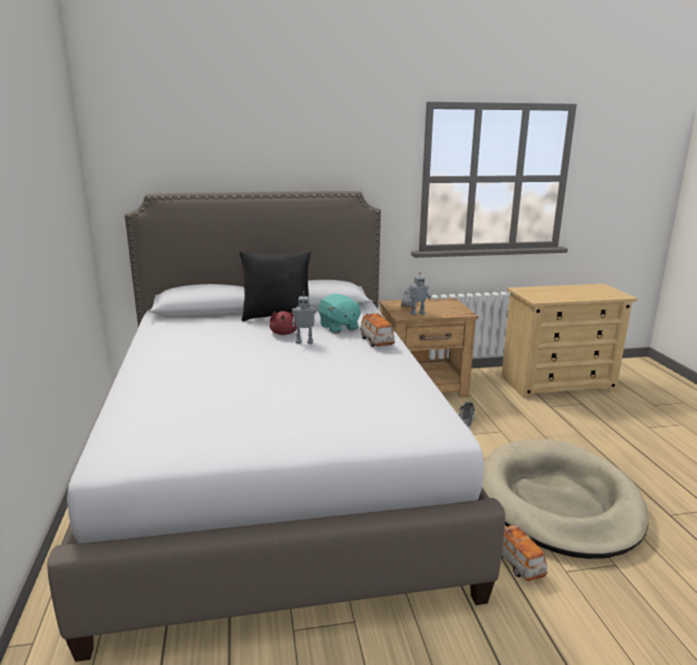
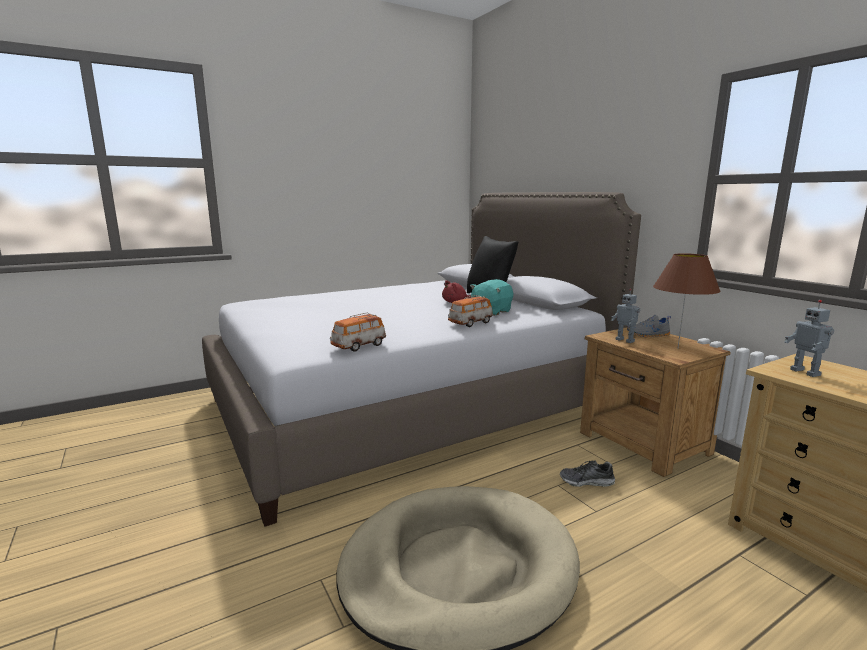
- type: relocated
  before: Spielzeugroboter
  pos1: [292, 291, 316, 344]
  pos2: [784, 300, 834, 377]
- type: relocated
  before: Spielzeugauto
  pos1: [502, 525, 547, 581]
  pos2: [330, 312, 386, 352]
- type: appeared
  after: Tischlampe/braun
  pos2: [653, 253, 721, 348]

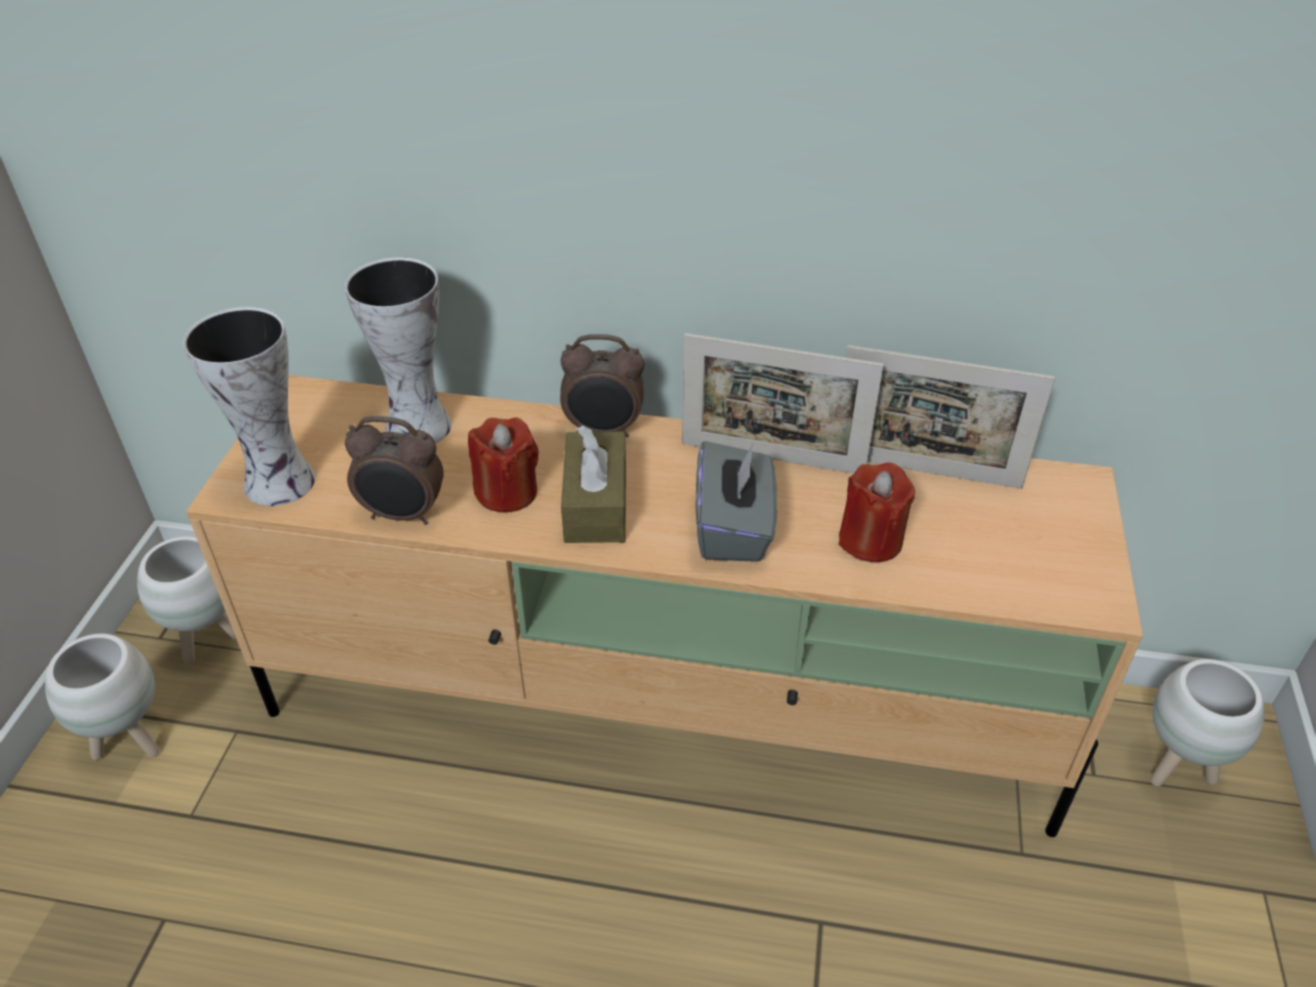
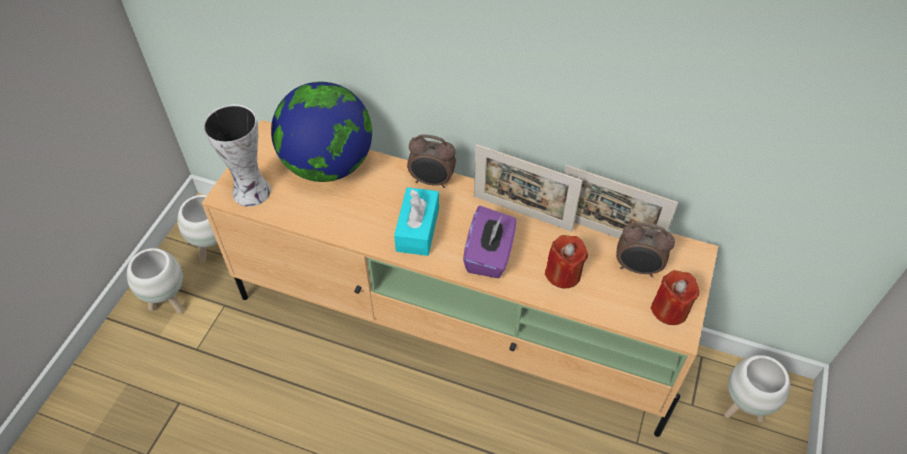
- type: exchanged
  before: Vase
  after: Globus
  pos1: [345, 257, 452, 443]
  pos2: [271, 82, 372, 182]
- type: relocated
  before: Wecker
  pos1: [345, 416, 444, 525]
  pos2: [616, 222, 675, 277]
- type: relocated
  before: Kerze/rot
  pos1: [468, 417, 539, 513]
  pos2: [650, 270, 699, 325]
- type: colour
  before: Taschentuchbox/braun
  after: Taschentuchbox/türkis
  pos1: [561, 425, 626, 543]
  pos2: [394, 187, 439, 256]
- type: colour
  before: Taschentuchbox/grau
  after: Taschentuchbox/lila
  pos1: [695, 441, 777, 562]
  pos2: [463, 206, 516, 278]

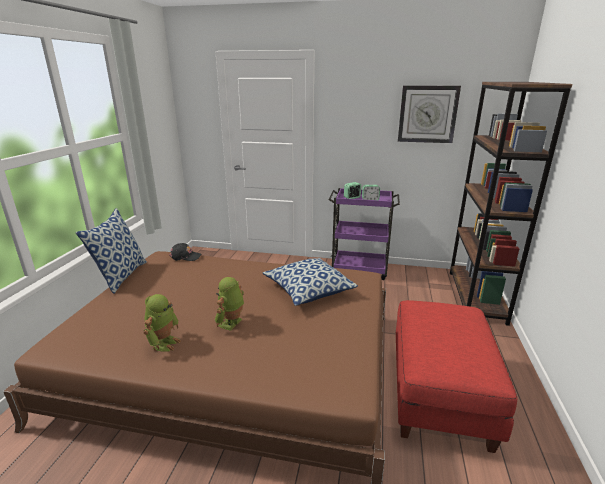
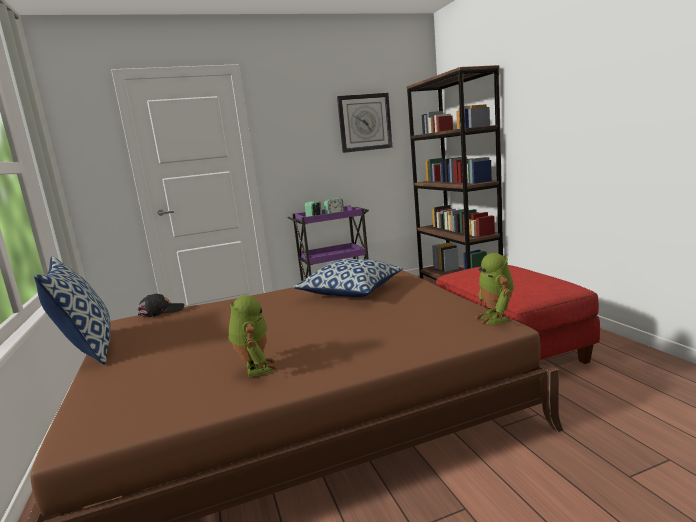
- type: relocated
  before: Spielzeugroboter
  pos1: [215, 277, 244, 331]
  pos2: [476, 253, 514, 324]

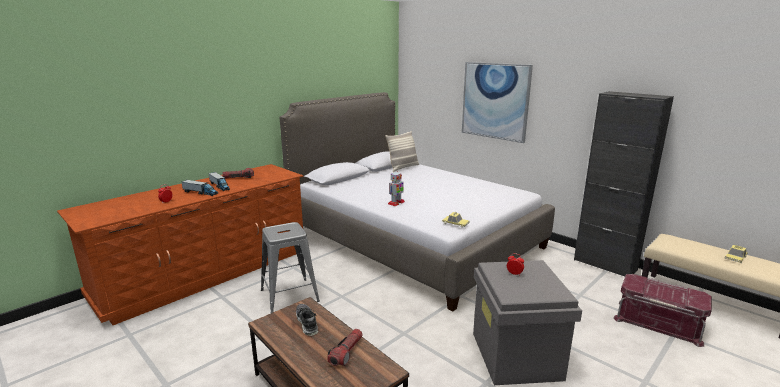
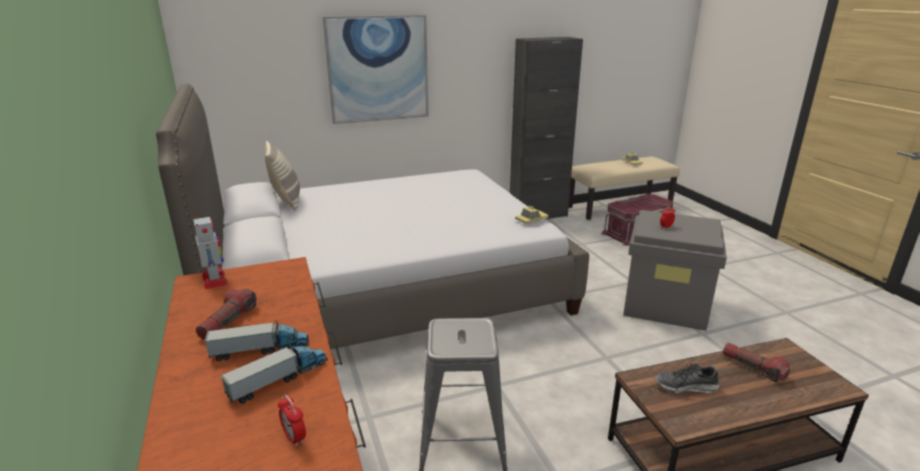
- type: relocated
  before: Spielzeugroboter
  pos1: [388, 171, 405, 206]
  pos2: [193, 216, 228, 289]

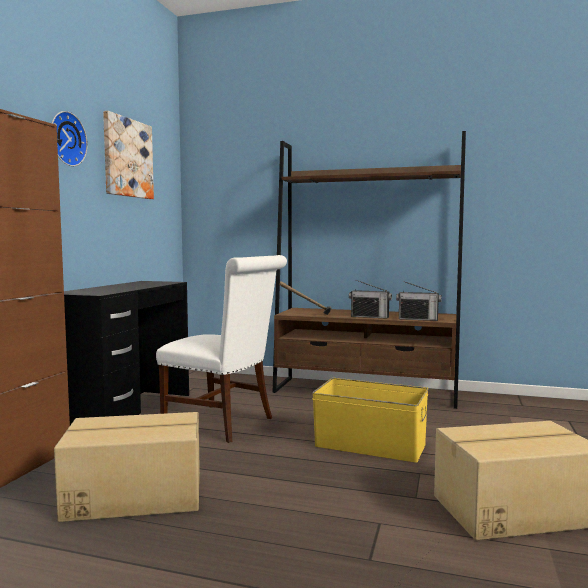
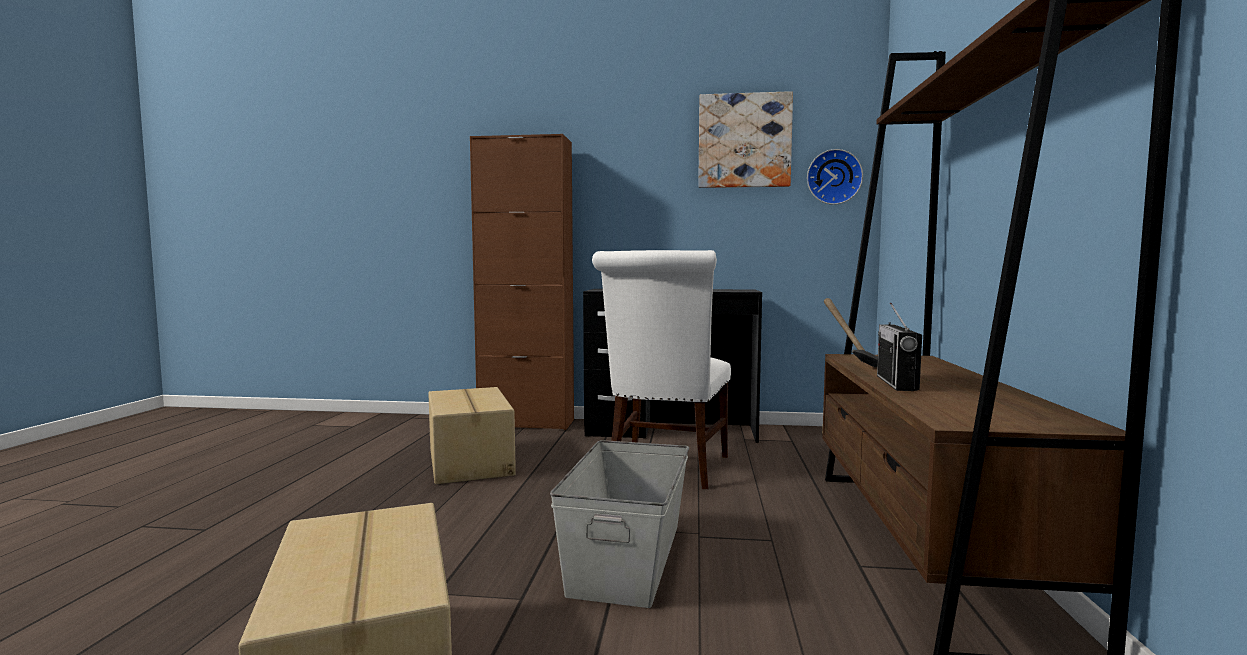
- type: relocated
  before: Wanduhr
  pos1: [52, 111, 88, 166]
  pos2: [807, 149, 863, 205]
- type: colour
  before: Aufbewahrungsbox/gelb
  after: Aufbewahrungsbox/grau
  pos1: [312, 378, 428, 463]
  pos2: [550, 440, 689, 608]
- type: missing
  before: Radio
  pos1: [396, 281, 442, 321]

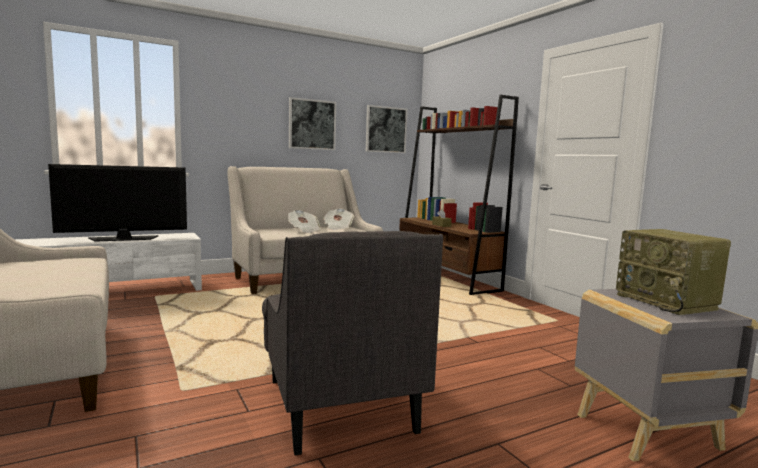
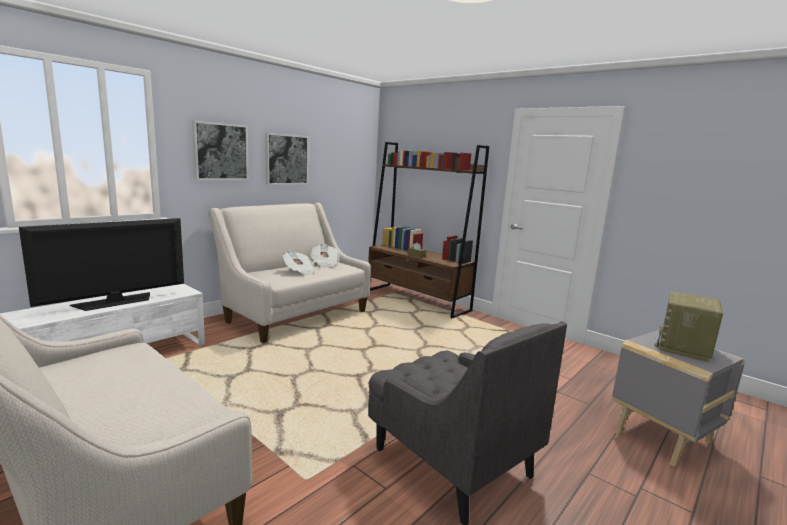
- type: relocated
  before: Bild
  pos1: [366, 105, 408, 153]
  pos2: [192, 120, 249, 180]
- type: spun
  before: Radio
  pos1: [616, 229, 731, 315]
  pos2: [654, 291, 723, 362]
  turn: 75

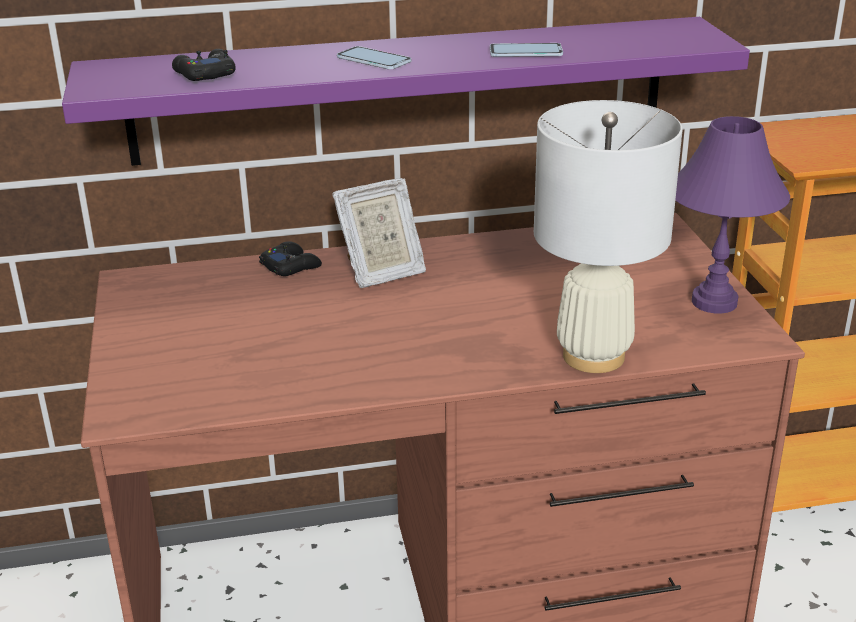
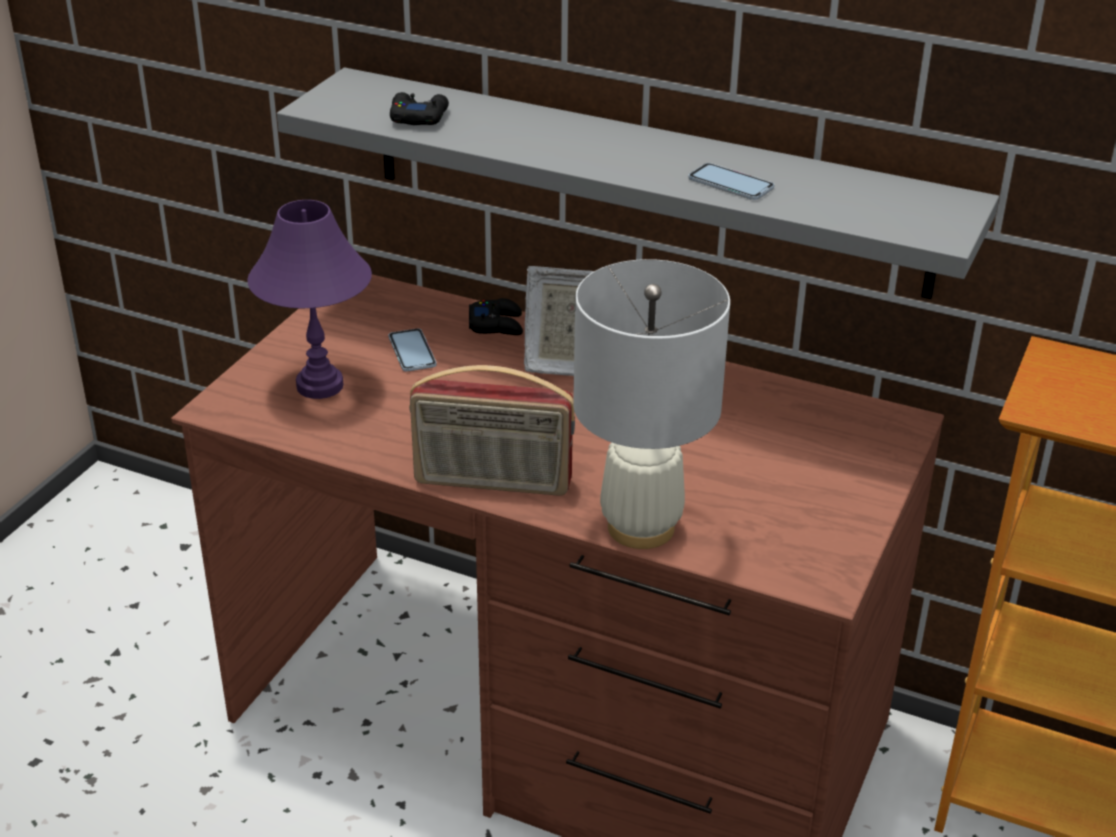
- type: colour
  before: Wandregal/lila
  after: Wandregal/grau
  pos1: [62, 17, 750, 166]
  pos2: [277, 68, 999, 299]
- type: relocated
  before: Handy
  pos1: [337, 46, 411, 69]
  pos2: [389, 329, 437, 372]
- type: relocated
  before: Tischlampe/lila
  pos1: [675, 116, 790, 313]
  pos2: [247, 200, 372, 399]
- type: appeared
  after: Radio
  pos2: [409, 365, 575, 496]

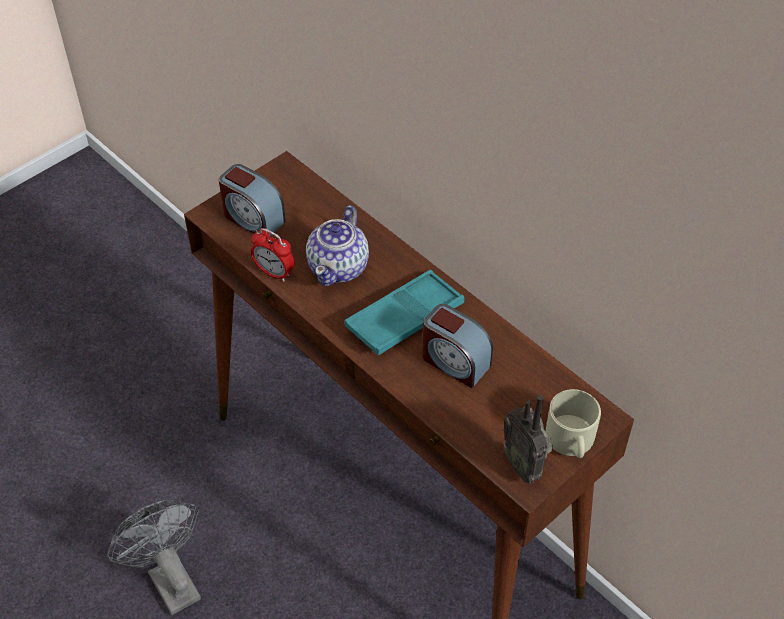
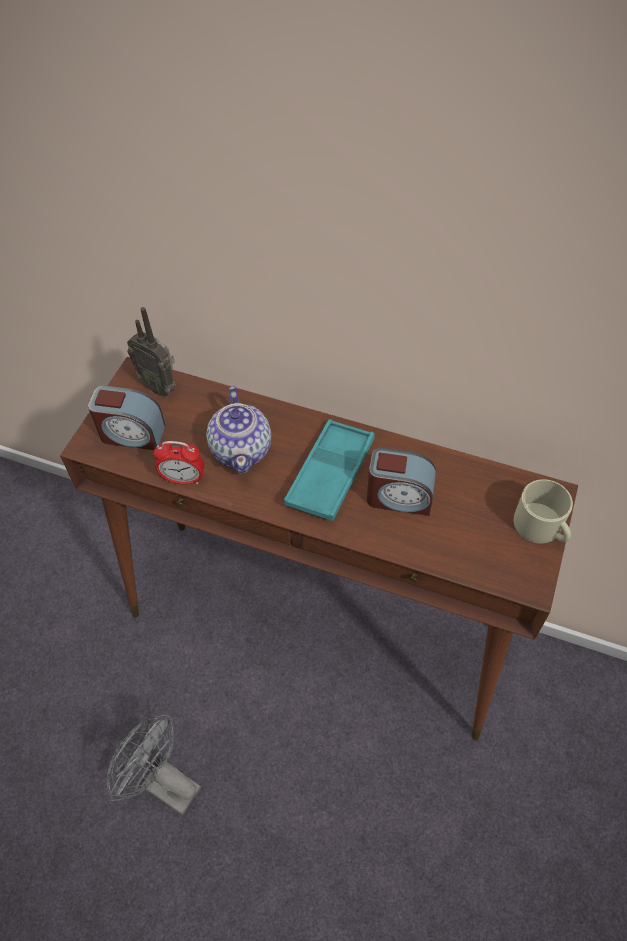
- type: relocated
  before: Radio
  pos1: [503, 395, 553, 484]
  pos2: [127, 307, 176, 397]

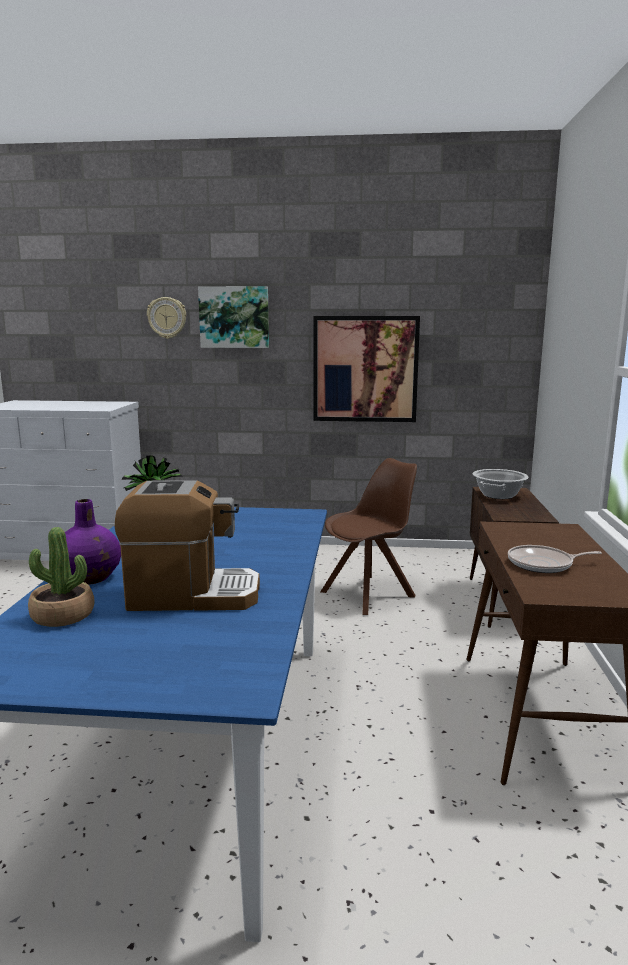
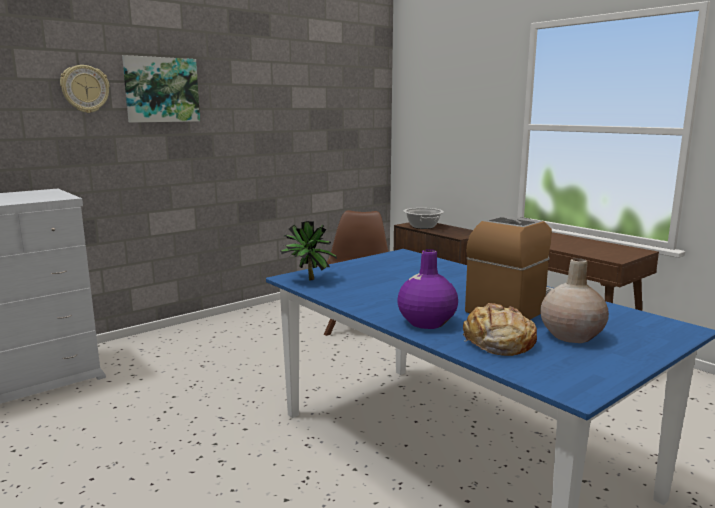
- type: exchanged
  before: Topfpflanze
  after: Brot
  pos1: [28, 527, 95, 627]
  pos2: [463, 303, 537, 356]
- type: missing
  before: Bild
  pos1: [313, 316, 420, 422]
- type: missing
  before: Pfanne
  pos1: [508, 545, 602, 573]
- type: appeared
  after: Vase/beige
  pos2: [540, 258, 609, 343]

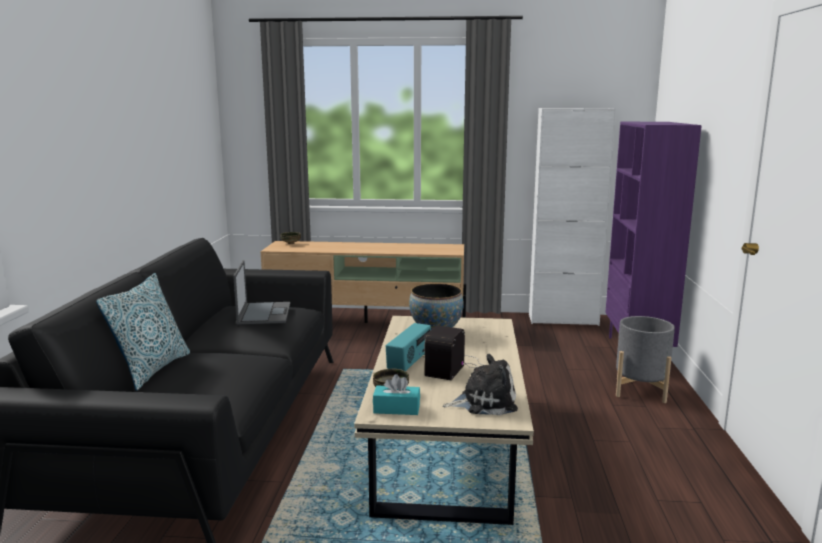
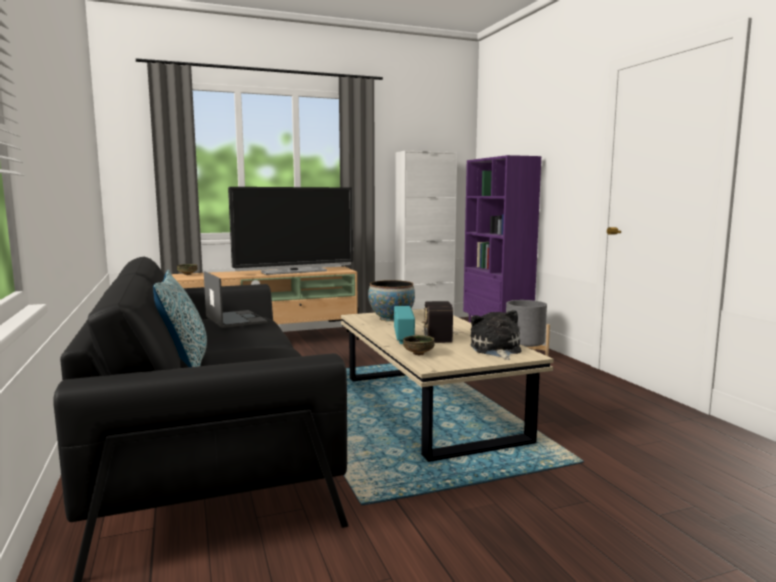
- type: missing
  before: Taschentuchbox/türkis
  pos1: [373, 374, 420, 415]
- type: spun
  before: Plüschtier
  pos1: [443, 354, 518, 416]
  pos2: [471, 310, 522, 360]
  turn: -60
- type: appeared
  after: Fernseher
  pos2: [228, 187, 353, 275]

